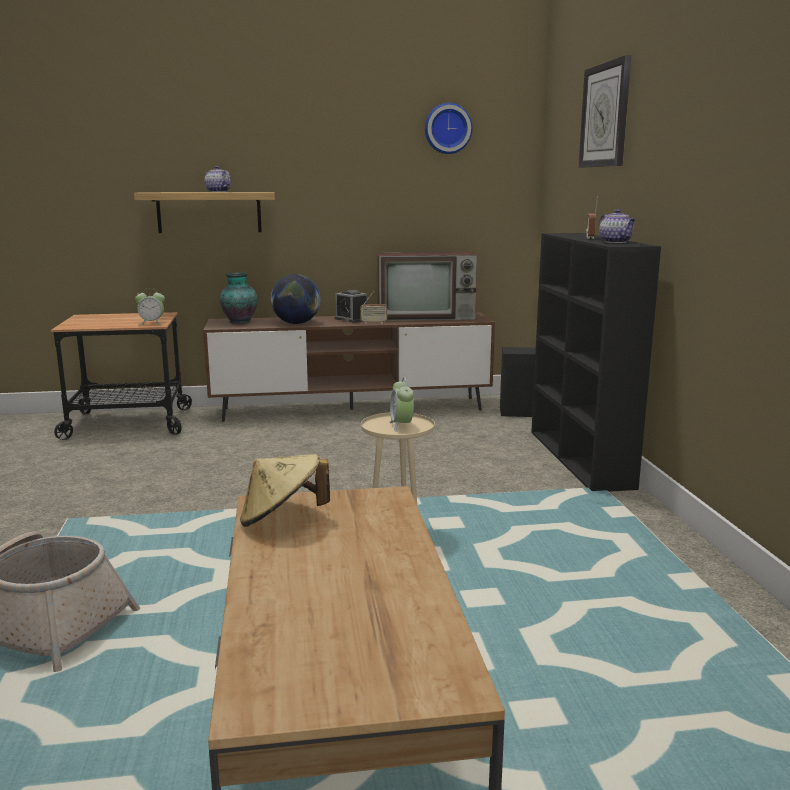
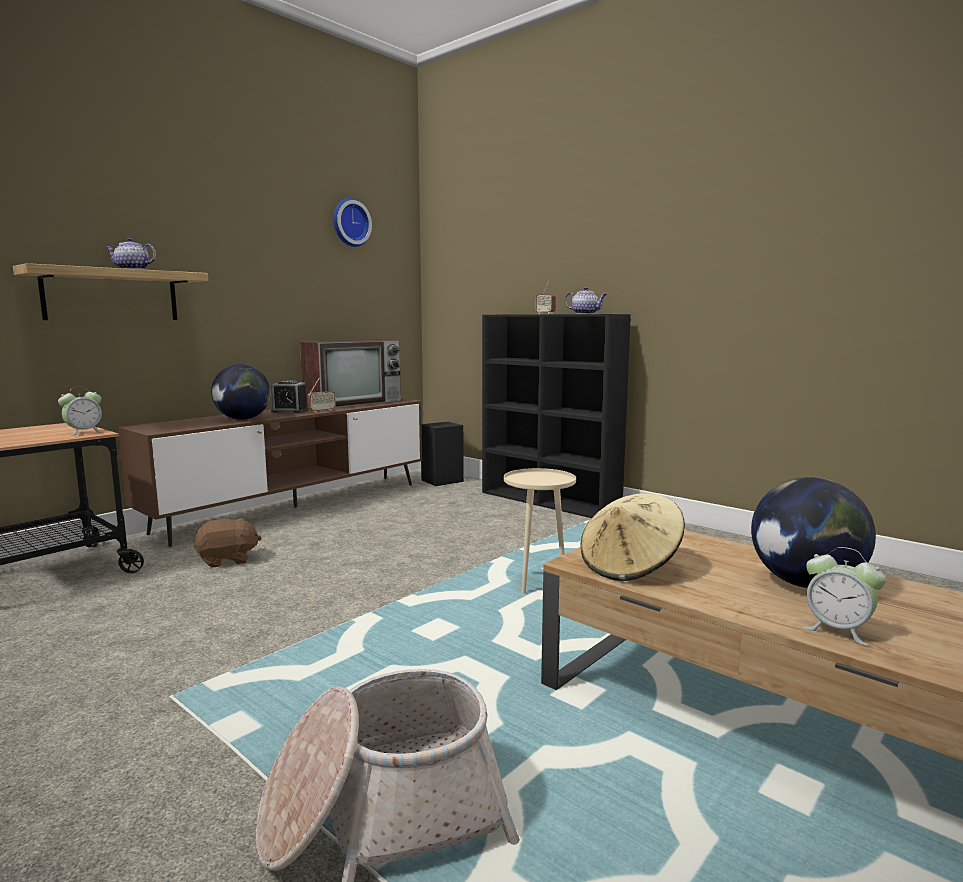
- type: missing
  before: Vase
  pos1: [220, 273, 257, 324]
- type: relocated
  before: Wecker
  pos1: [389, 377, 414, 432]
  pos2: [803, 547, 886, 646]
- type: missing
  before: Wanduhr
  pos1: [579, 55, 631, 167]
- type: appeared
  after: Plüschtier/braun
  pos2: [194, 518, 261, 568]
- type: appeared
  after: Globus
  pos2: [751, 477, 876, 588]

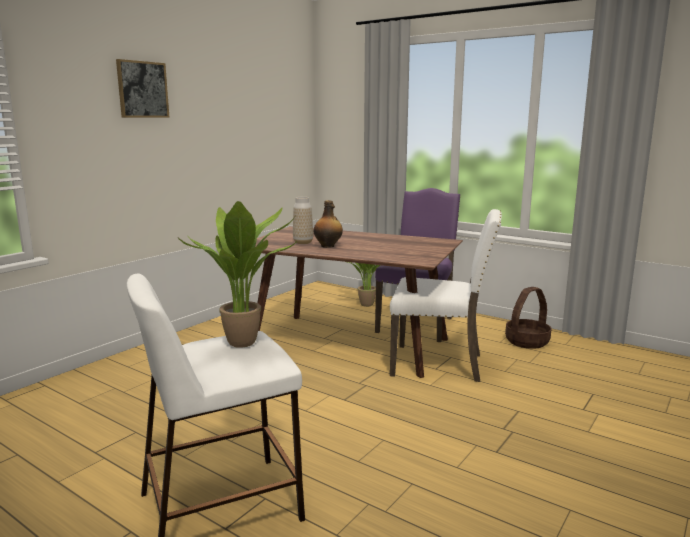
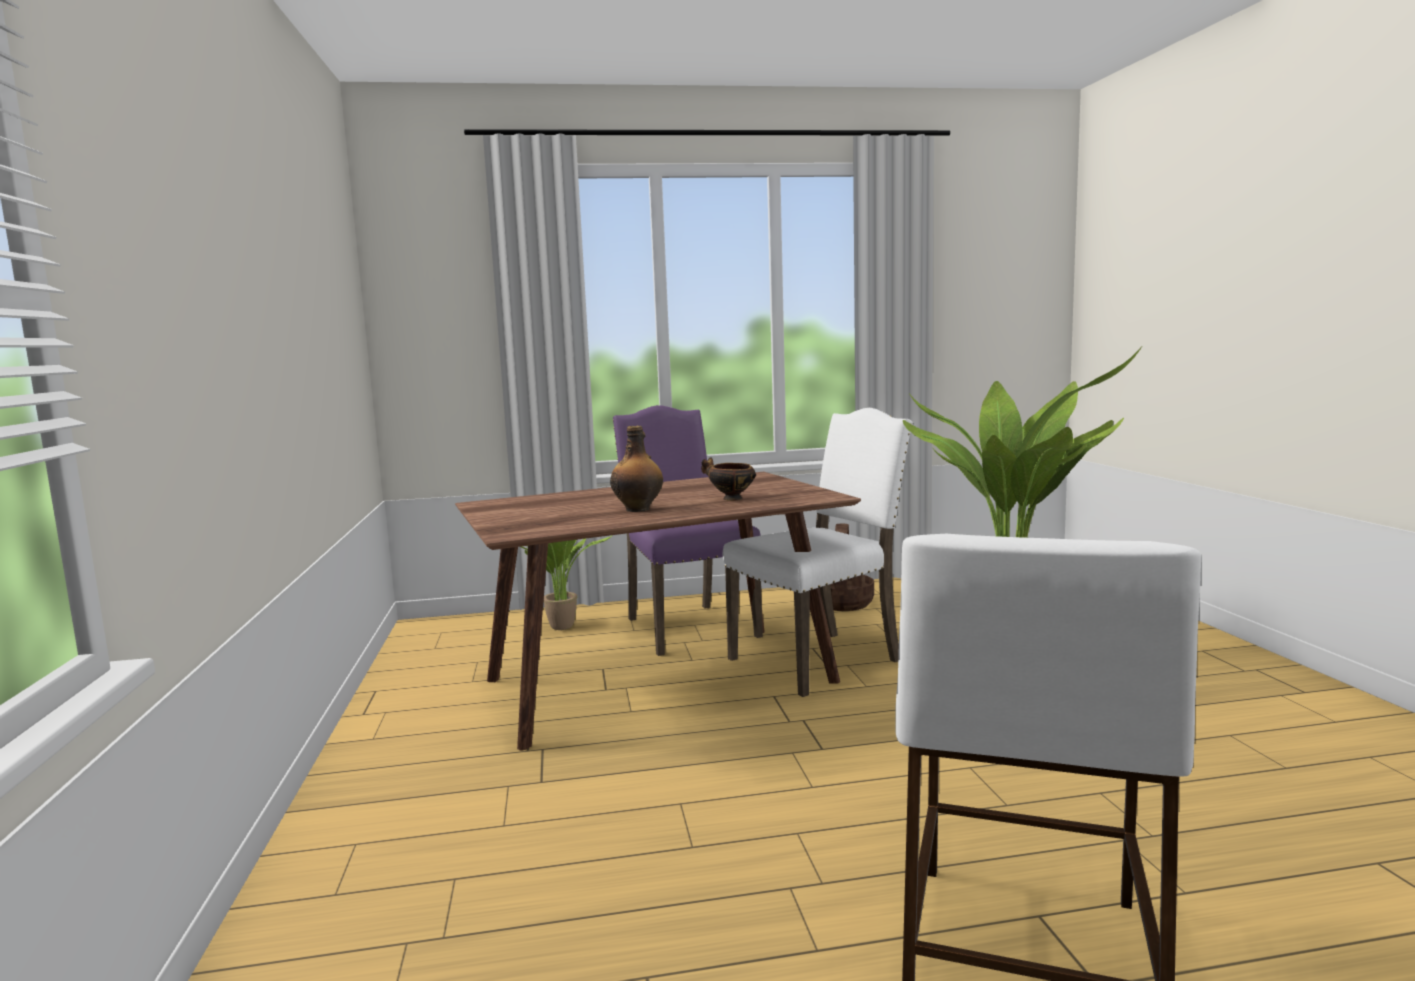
- type: missing
  before: Bild
  pos1: [116, 59, 170, 118]
- type: missing
  before: Vase
  pos1: [293, 197, 313, 244]
- type: appeared
  after: Schüssel
  pos2: [701, 457, 756, 501]

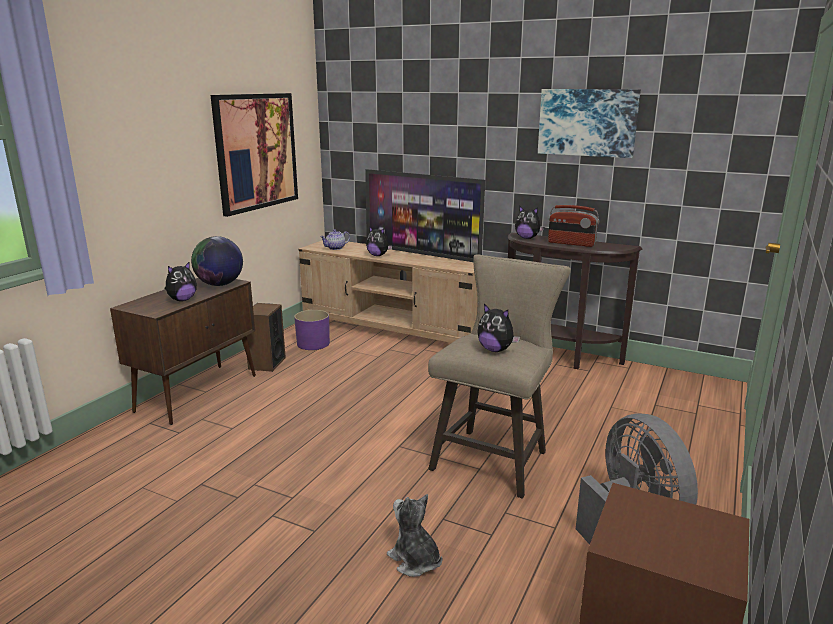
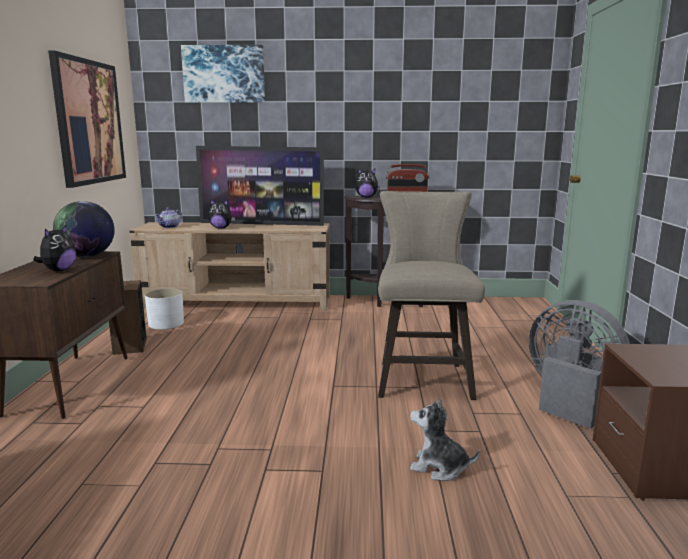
- type: colour
  before: Pflanzkübel/lila
  after: Pflanzkübel/weiß
  pos1: [294, 310, 330, 350]
  pos2: [145, 288, 184, 330]
- type: missing
  before: Plüschtier
  pos1: [477, 304, 520, 352]
- type: relocated
  before: Bild
  pos1: [538, 89, 641, 158]
  pos2: [181, 45, 265, 103]

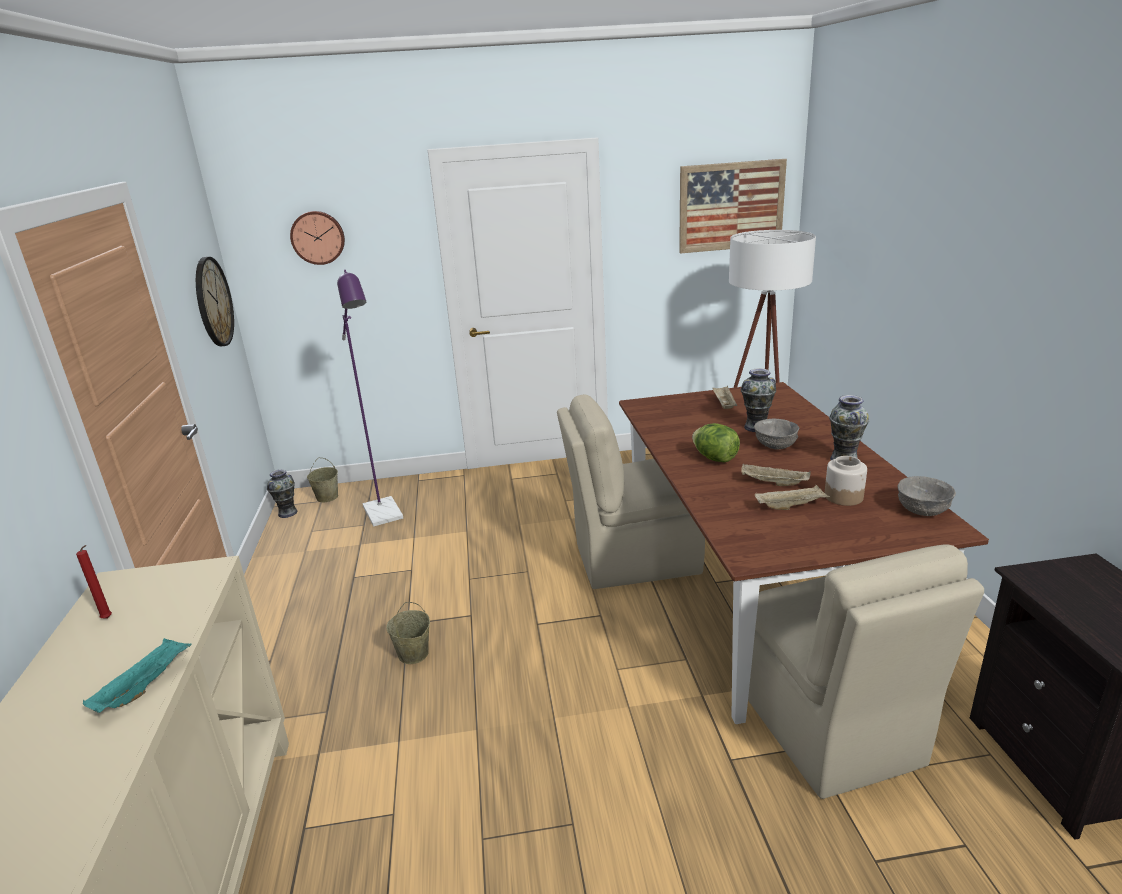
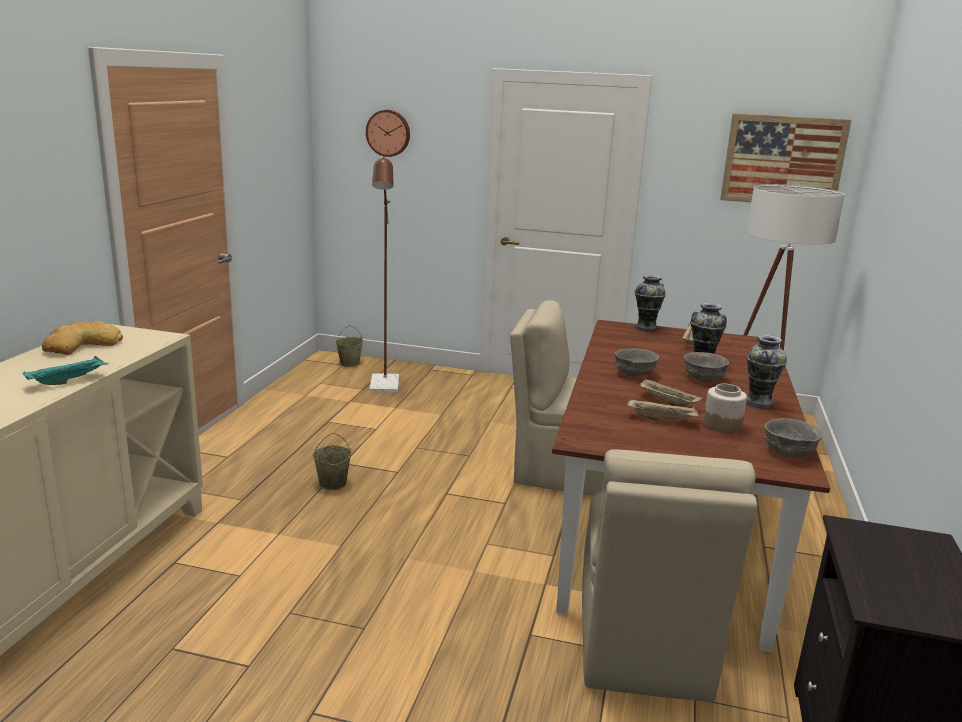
- type: exchanged
  before: Kerze/rot
  after: Brot
  pos1: [76, 545, 112, 619]
  pos2: [42, 321, 123, 355]
- type: missing
  before: Wanduhr
  pos1: [196, 257, 234, 346]
- type: relocated
  before: Vase
  pos1: [267, 469, 297, 518]
  pos2: [635, 275, 666, 332]
- type: colour
  before: Stehlampe/lila
  after: Stehlampe/braun
  pos1: [337, 270, 403, 527]
  pos2: [370, 156, 399, 393]
- type: exchanged
  before: Salatkopf
  after: Schüssel/grau
  pos1: [692, 423, 740, 462]
  pos2: [615, 348, 659, 377]

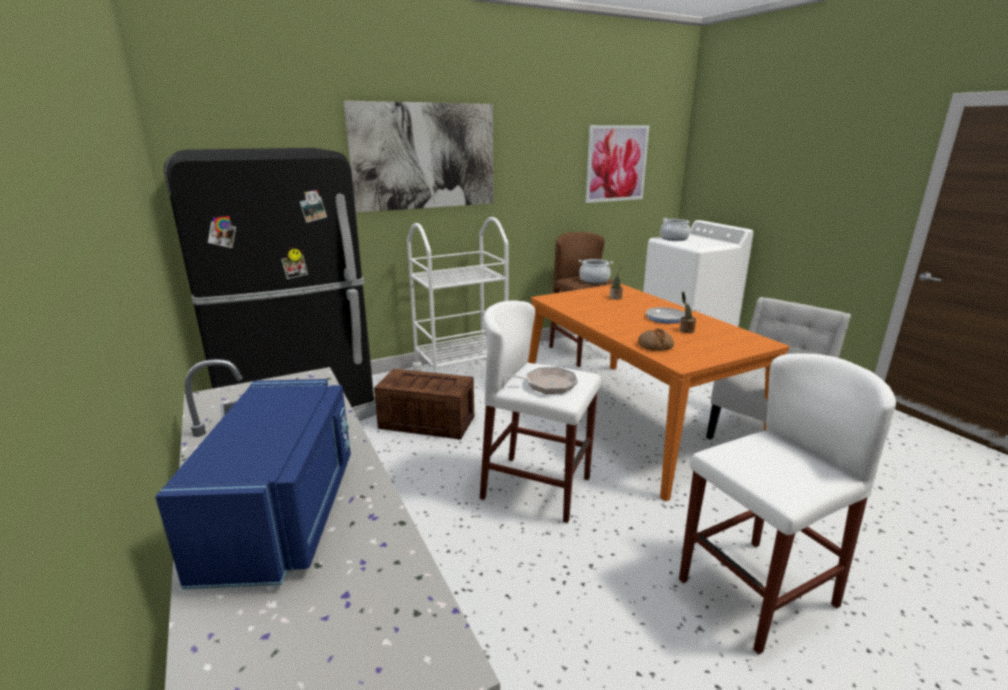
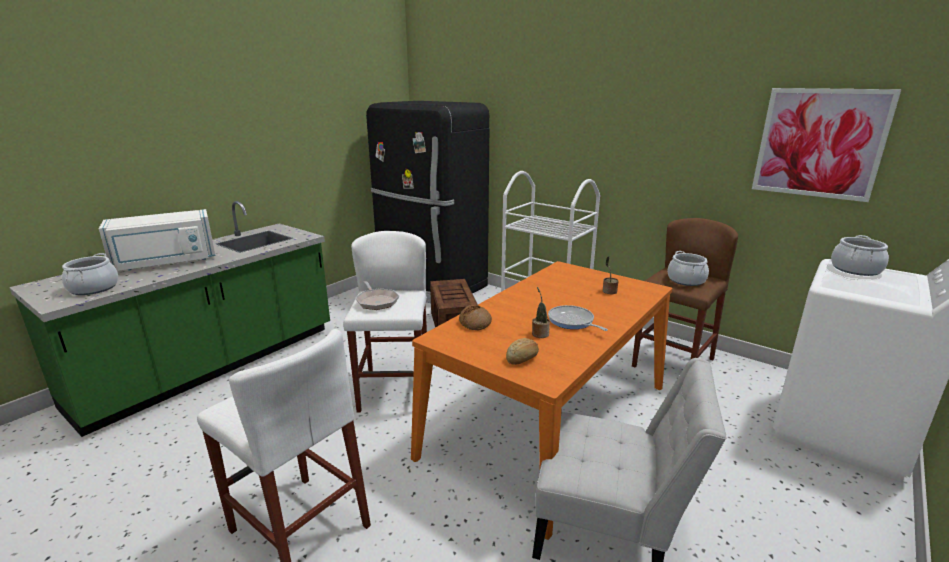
- type: colour
  before: Mikrowelle/blau
  after: Mikrowelle/weiß
  pos1: [155, 379, 351, 590]
  pos2: [99, 209, 216, 271]
- type: missing
  before: Bild
  pos1: [344, 101, 493, 213]
- type: appeared
  after: Kochtopf
  pos2: [62, 253, 118, 295]
- type: appeared
  after: Brot
  pos2: [506, 338, 539, 365]

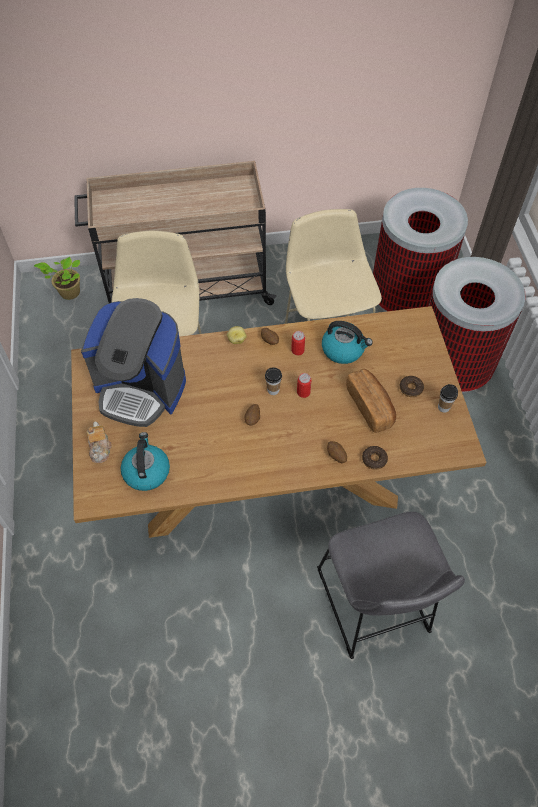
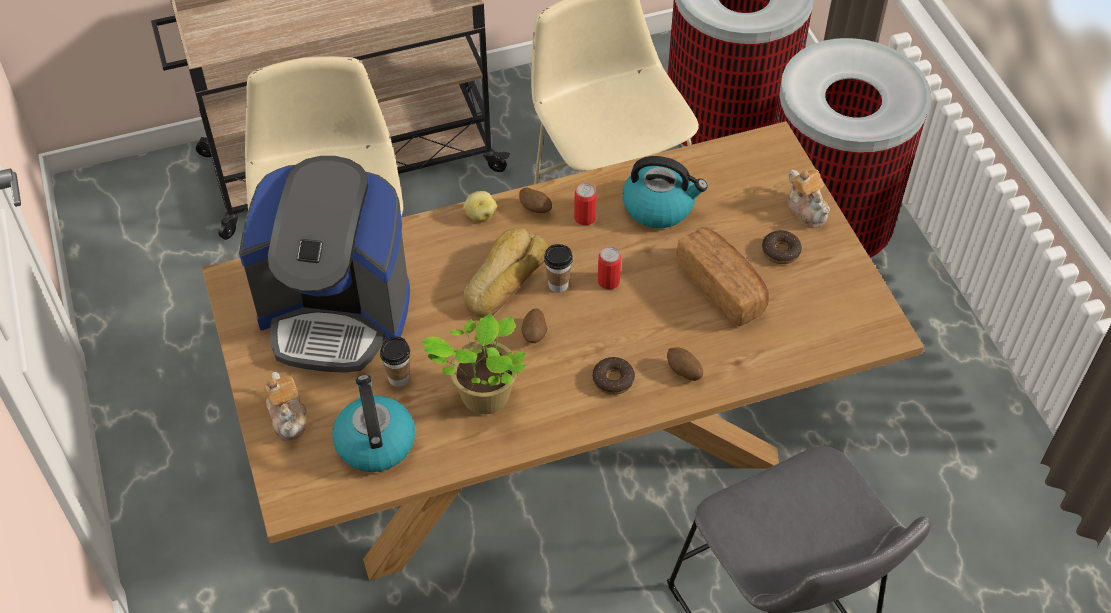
- type: relocated
  before: Topfpflanze
  pos1: [34, 257, 80, 300]
  pos2: [421, 313, 526, 414]
- type: relocated
  before: Donut
  pos1: [362, 446, 388, 470]
  pos2: [592, 357, 635, 395]
- type: relocated
  before: Tasse
  pos1: [438, 384, 458, 413]
  pos2: [380, 337, 410, 387]
- type: appeared
  after: Brot
  pos2: [463, 227, 550, 317]
- type: appeared
  after: Teekanne
  pos2: [788, 170, 830, 228]

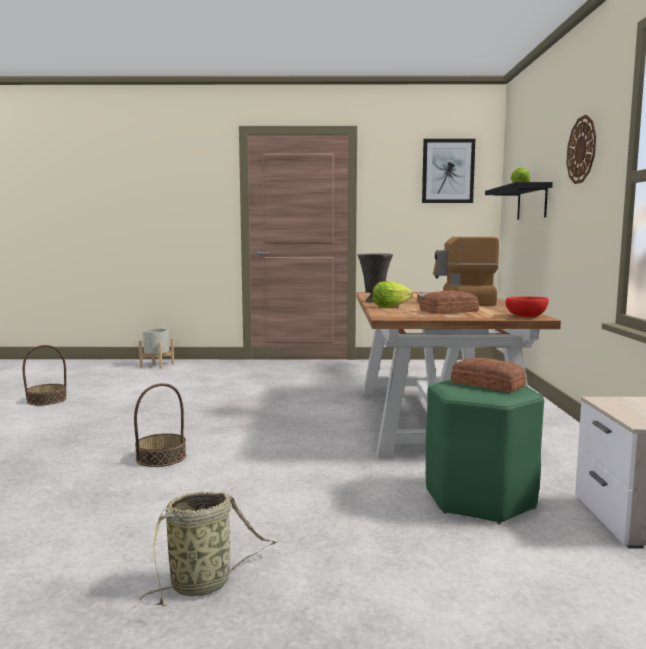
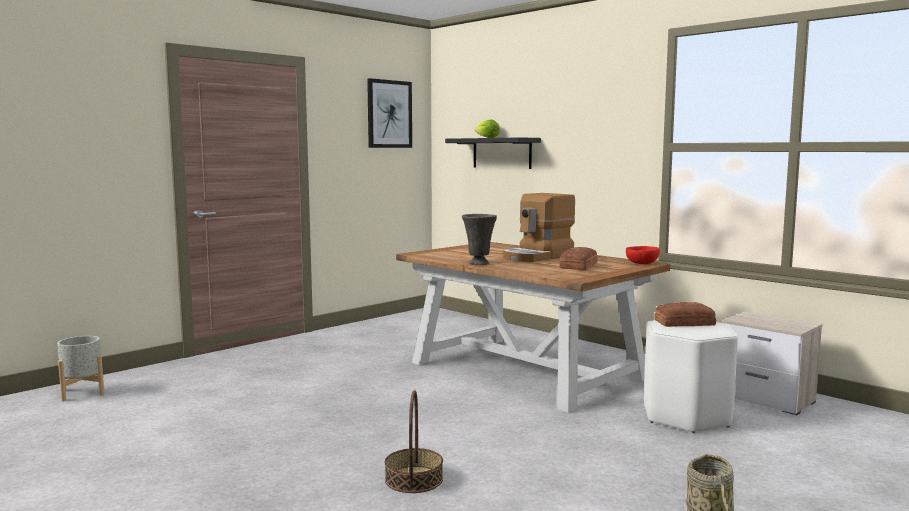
- type: missing
  before: Korb
  pos1: [23, 345, 67, 405]
- type: missing
  before: Salatkopf
  pos1: [372, 281, 413, 307]
- type: colour
  before: Hocker/grün
  after: Hocker/weiß
  pos1: [426, 380, 544, 524]
  pos2: [644, 320, 738, 433]
- type: missing
  before: Wanduhr
  pos1: [566, 115, 596, 184]

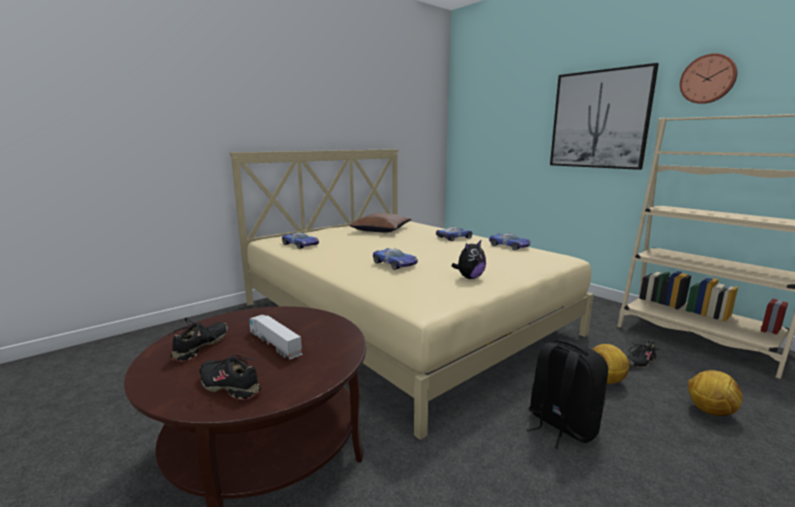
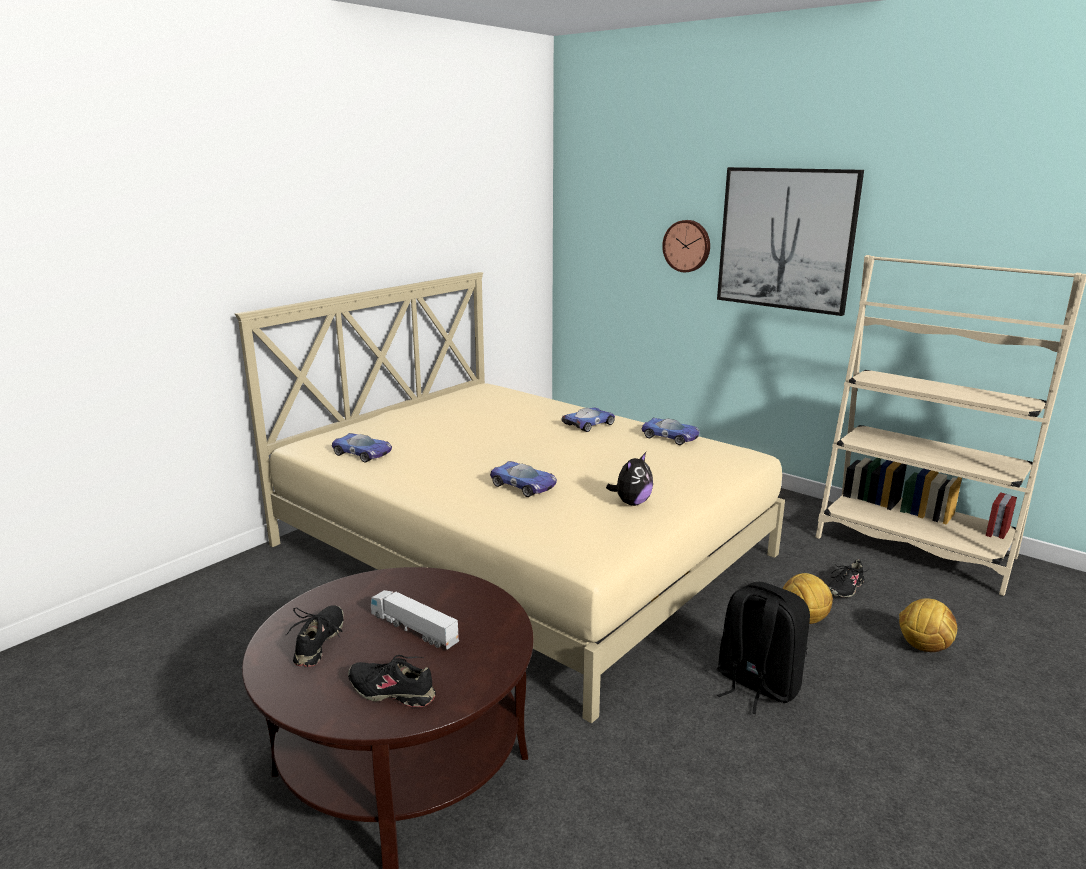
- type: missing
  before: Kissen/braun
  pos1: [349, 213, 411, 233]
- type: relocated
  before: Wanduhr
  pos1: [680, 53, 737, 104]
  pos2: [662, 220, 710, 272]

